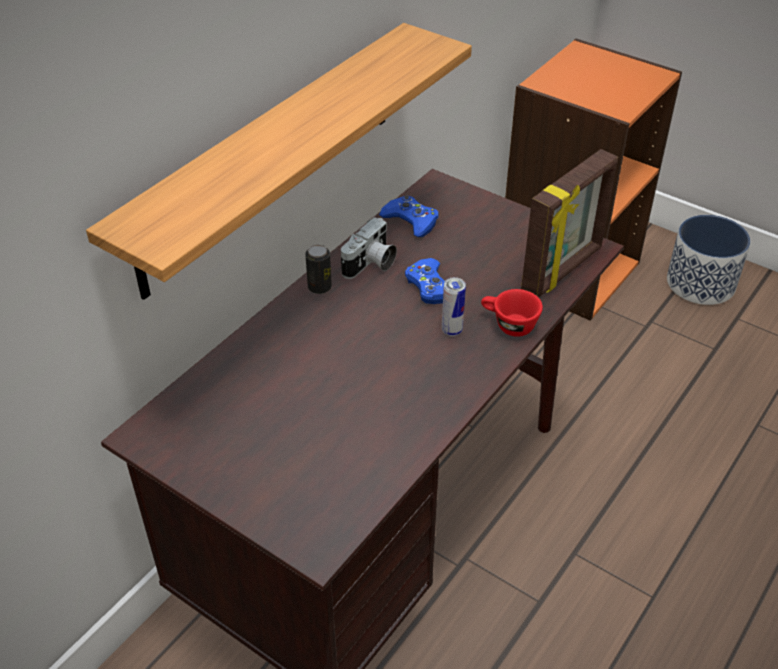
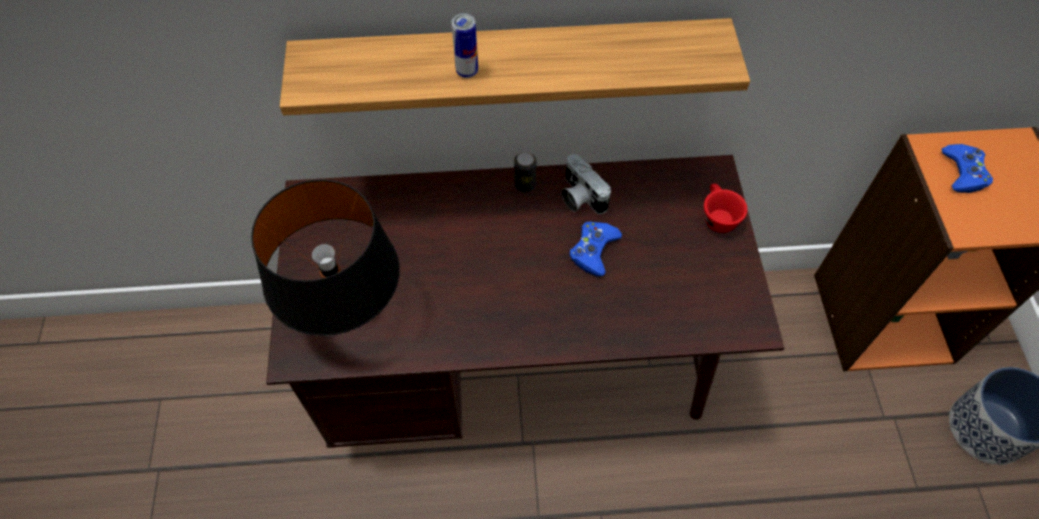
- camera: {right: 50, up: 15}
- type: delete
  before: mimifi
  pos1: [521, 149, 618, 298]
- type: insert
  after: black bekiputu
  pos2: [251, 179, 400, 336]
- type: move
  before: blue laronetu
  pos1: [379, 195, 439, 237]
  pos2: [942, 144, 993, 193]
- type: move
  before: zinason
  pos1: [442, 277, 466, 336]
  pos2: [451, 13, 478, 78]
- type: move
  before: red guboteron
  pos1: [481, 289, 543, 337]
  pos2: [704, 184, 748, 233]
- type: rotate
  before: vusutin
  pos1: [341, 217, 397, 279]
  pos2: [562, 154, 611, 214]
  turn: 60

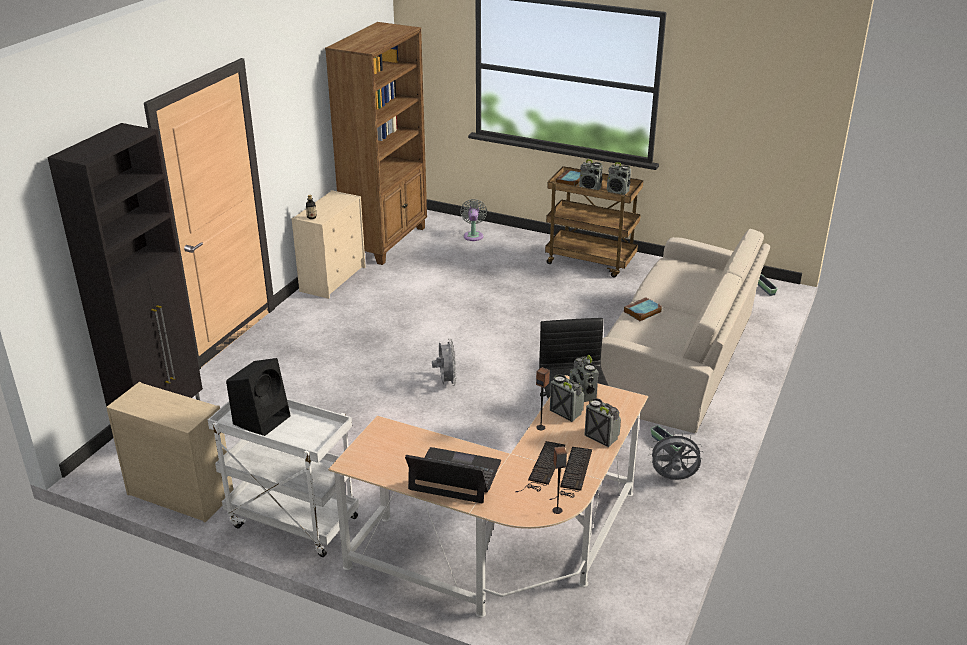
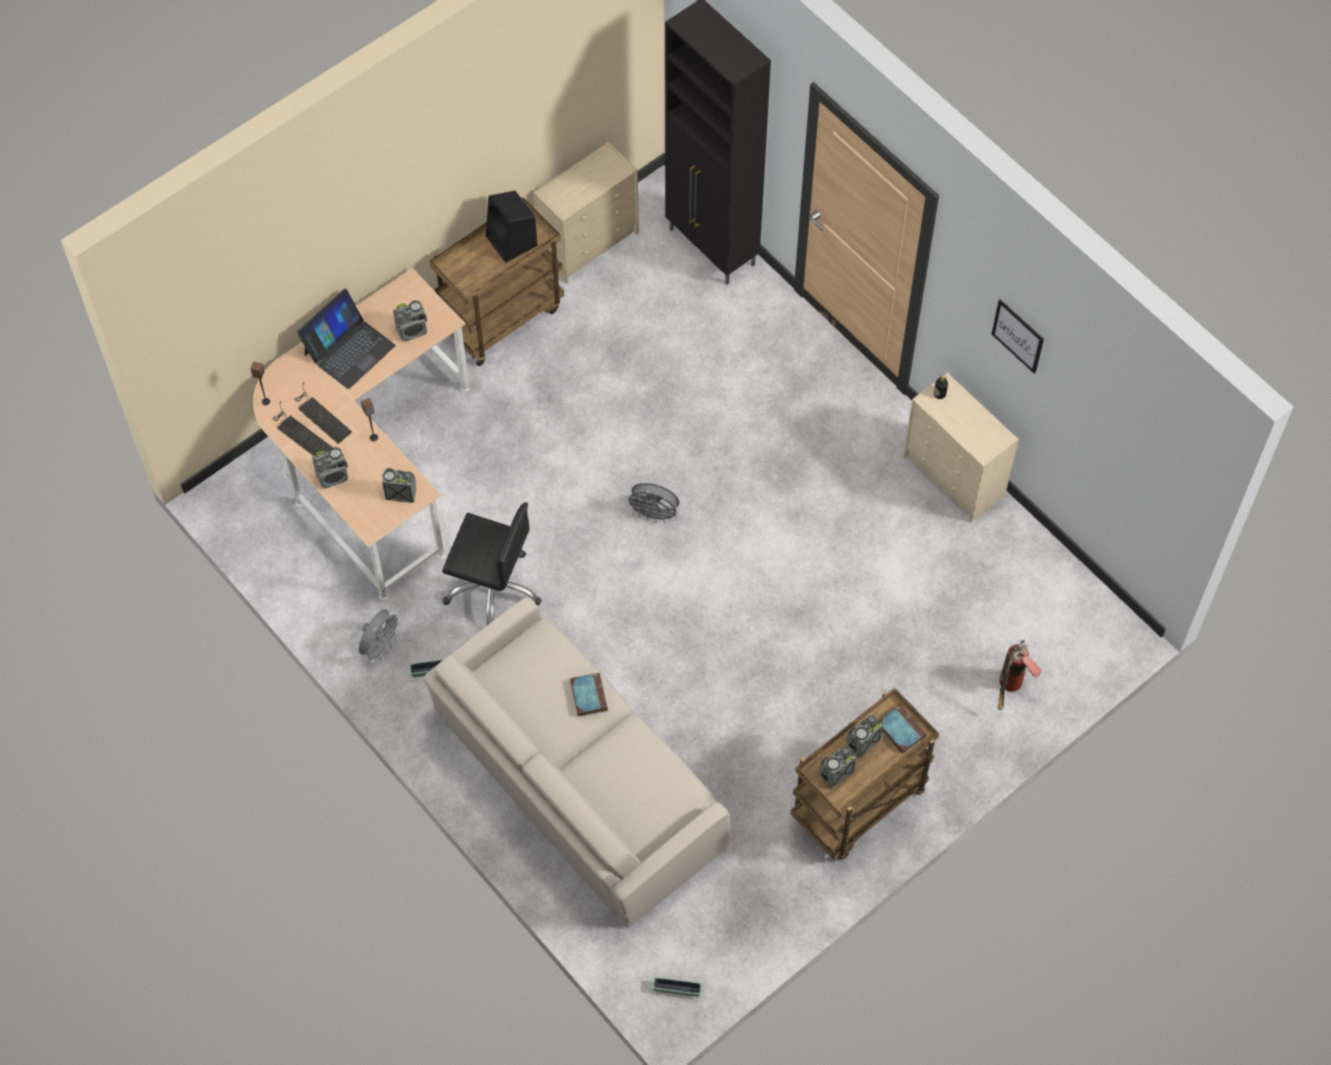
- camera: {right: 115, up: 30}
- type: delete
  before: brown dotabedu
  pos1: [325, 22, 427, 265]
- type: insert
  after: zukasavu
  pos2: [992, 299, 1044, 374]
- type: move
  before: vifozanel
  pos1: [550, 374, 584, 422]
  pos2: [393, 301, 427, 341]
- type: replace
  before: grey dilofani
  after: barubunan
  pos1: [460, 199, 487, 241]
  pos2: [998, 640, 1041, 710]
- type: recolor
  before: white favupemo
  after: brown favupemo
  pos1: [208, 399, 359, 557]
  pos2: [429, 198, 564, 366]

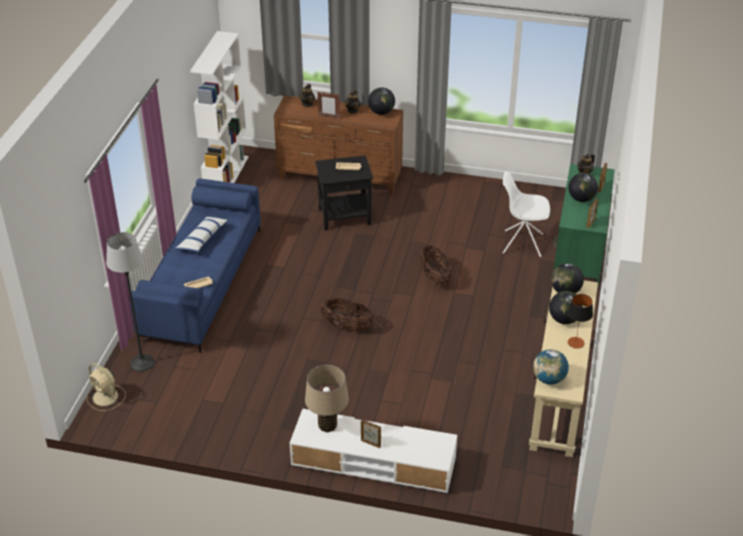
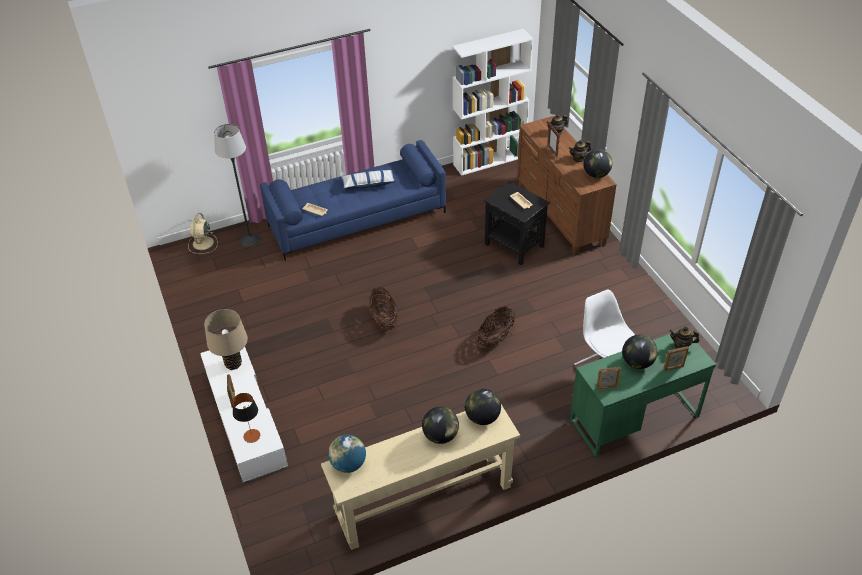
- camera: {right: 55, up: 5}
- type: move
  before: bekiputu
  pos1: [568, 294, 593, 349]
  pos2: [232, 393, 260, 443]

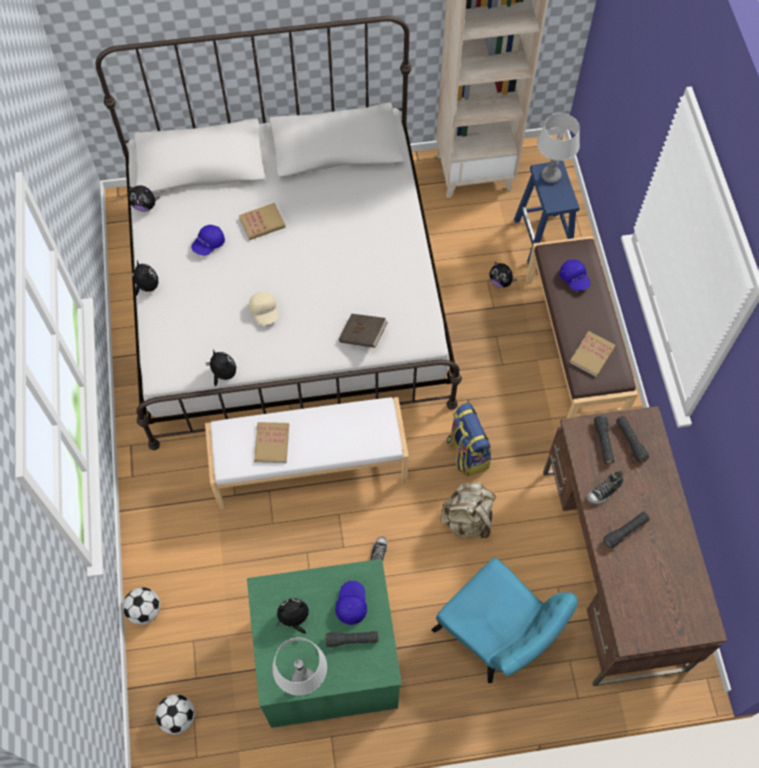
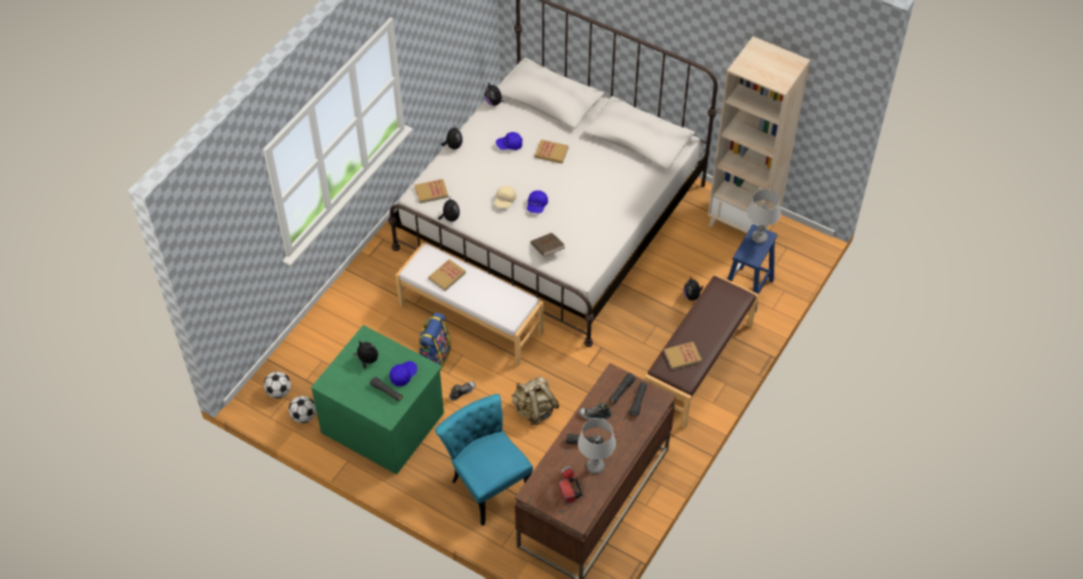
- camera: {right: 40, up: -10}
- type: insert
  after: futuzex
  pos2: [415, 179, 448, 203]
- type: insert
  after: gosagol
  pos2: [559, 466, 583, 503]
- type: move
  before: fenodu
  pos1: [123, 587, 160, 625]
  pos2: [289, 396, 316, 423]
- type: move
  before: grey bekiputu
  pos1: [272, 637, 327, 695]
  pos2: [578, 418, 616, 474]
- type: move
  before: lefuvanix
  pos1: [446, 403, 491, 477]
  pos2: [418, 313, 451, 371]
- type: move
  before: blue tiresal
  pos1: [559, 260, 590, 291]
  pos2: [527, 190, 548, 213]
- type: rotate
  before: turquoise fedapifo
  pos1: [432, 557, 578, 683]
  pos2: [435, 394, 533, 526]
  turn: 150

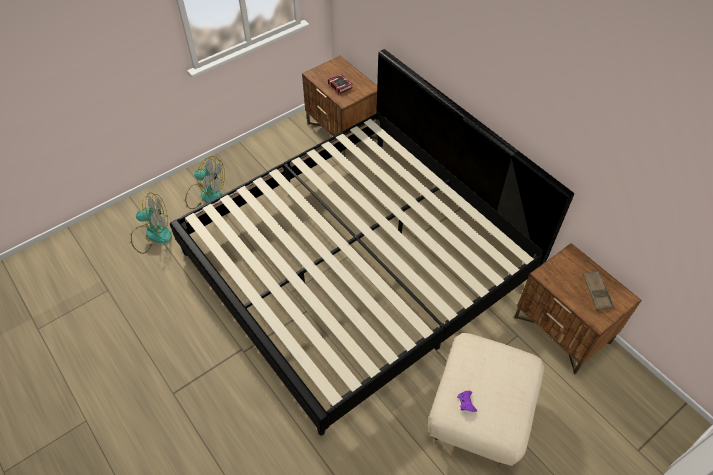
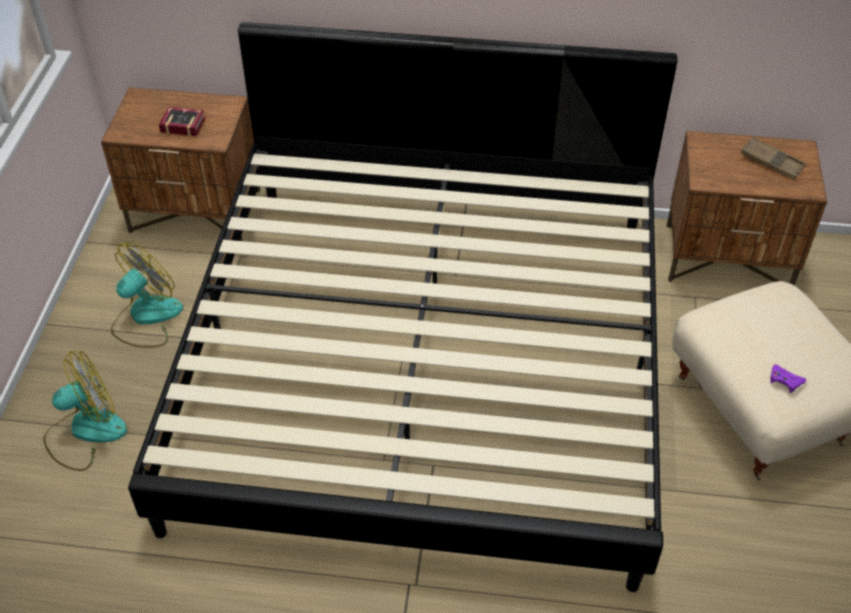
- camera: {right: -45, up: -5}
- type: move
  before: dilofani
  pos1: [131, 193, 172, 254]
  pos2: [111, 242, 183, 348]

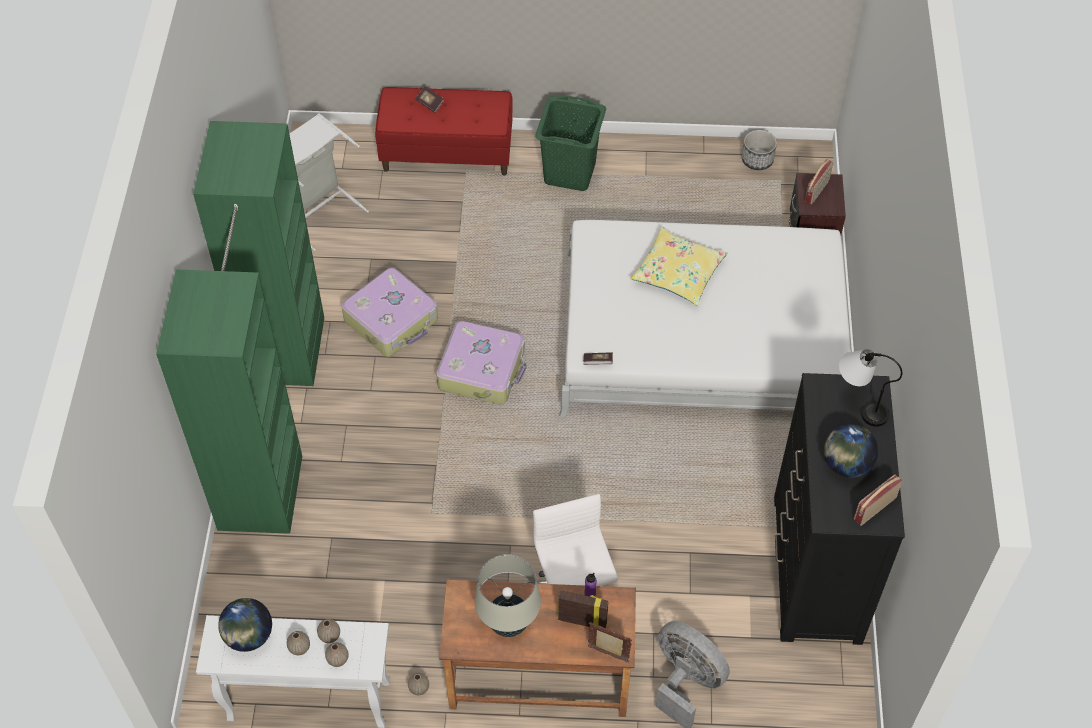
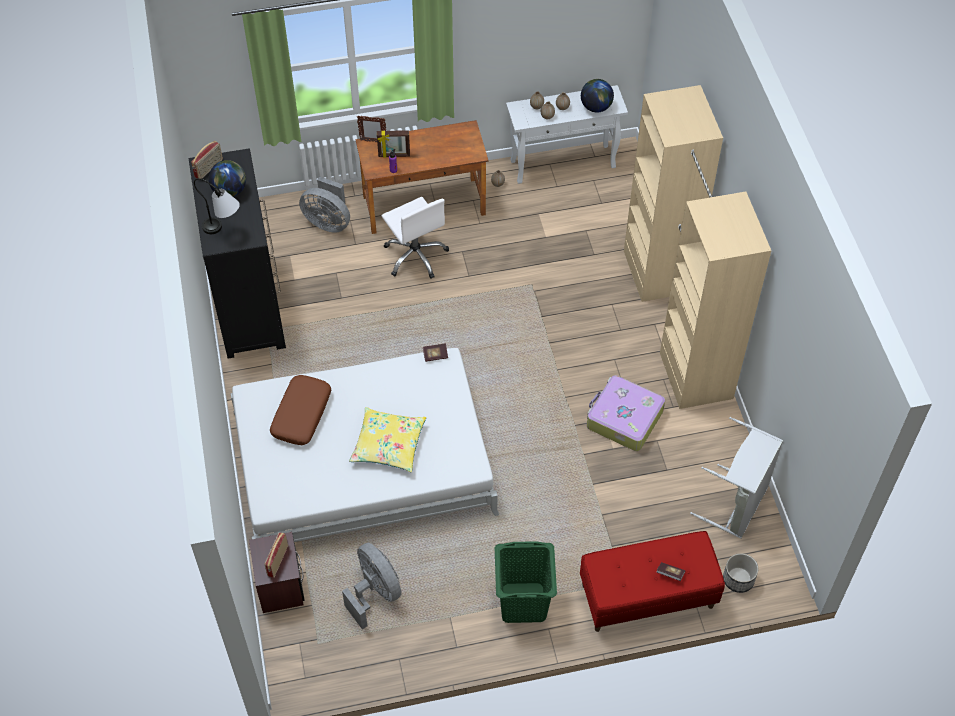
- camera: {right: 165, up: 0}
- type: delete
  before: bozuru
  pos1: [436, 321, 527, 405]
- type: delete
  before: beige bekiputu
  pos1: [475, 554, 541, 637]
- type: insert
  after: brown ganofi
  pos2: [270, 375, 331, 445]
- type: insert
  after: grey dilofani
  pos2: [342, 543, 402, 629]
- type: move
  before: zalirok
  pos1: [742, 130, 777, 170]
  pos2: [723, 553, 758, 593]
- type: recolor
  before: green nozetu
  after: beige nozetu
  pos1: [156, 121, 324, 534]
  pos2: [624, 85, 771, 409]

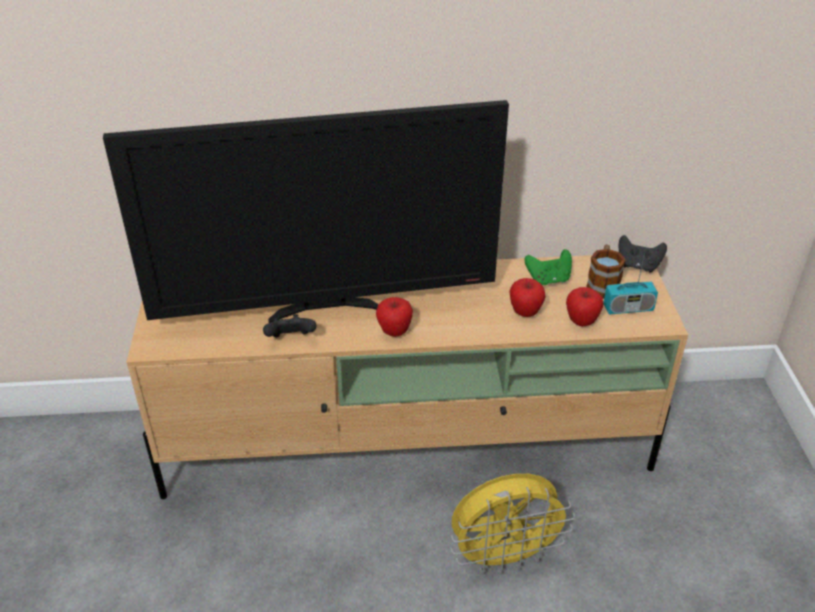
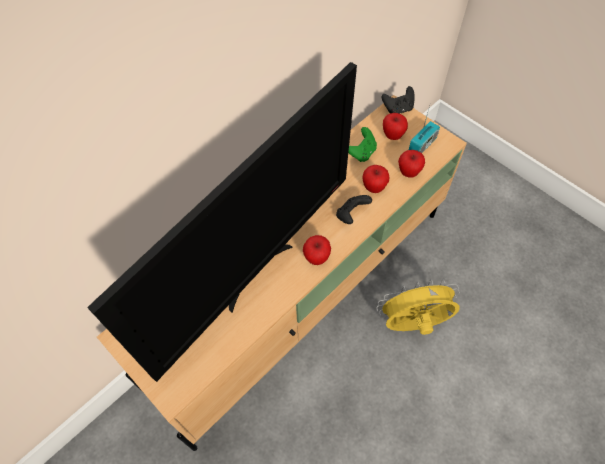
- camera: {right: -40, up: 20}
- type: move
  before: black laronetu
  pos1: [263, 314, 316, 337]
  pos2: [336, 195, 372, 224]
- type: replace
  before: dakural
  after: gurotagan
  pos1: [586, 245, 626, 299]
  pos2: [383, 113, 408, 140]
- type: rotate
  before: yellow dilofani
  pos1: [450, 474, 575, 574]
  pos2: [376, 279, 460, 335]
  turn: -135

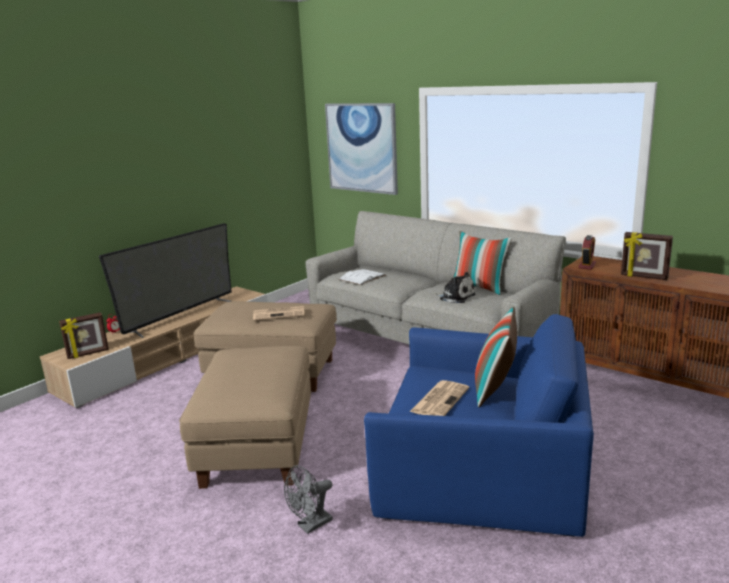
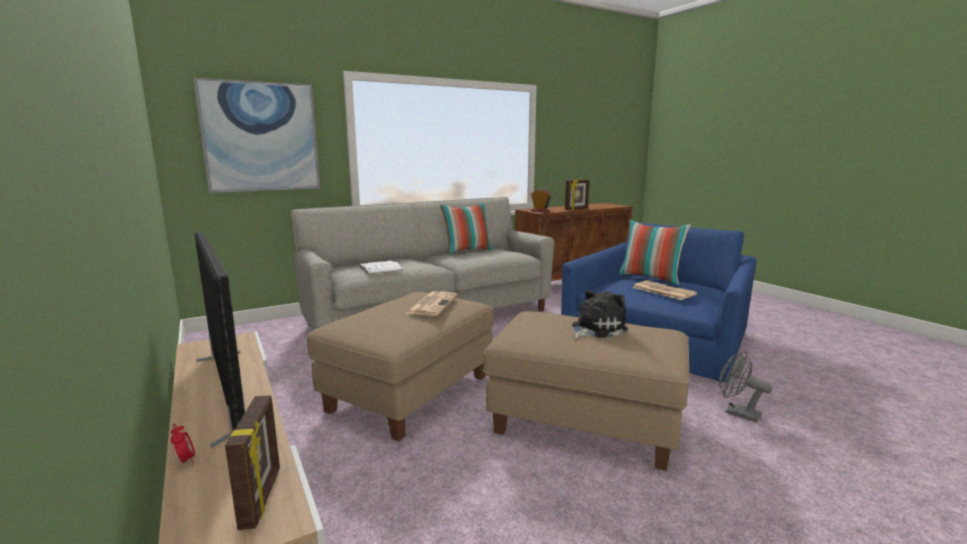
- camera: {right: -70, up: -5}
- type: move
  before: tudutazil
  pos1: [433, 272, 476, 303]
  pos2: [572, 290, 628, 338]
- type: rotate
  before: grey dilofani
  pos1: [284, 465, 333, 534]
  pos2: [719, 352, 773, 422]
  turn: 150

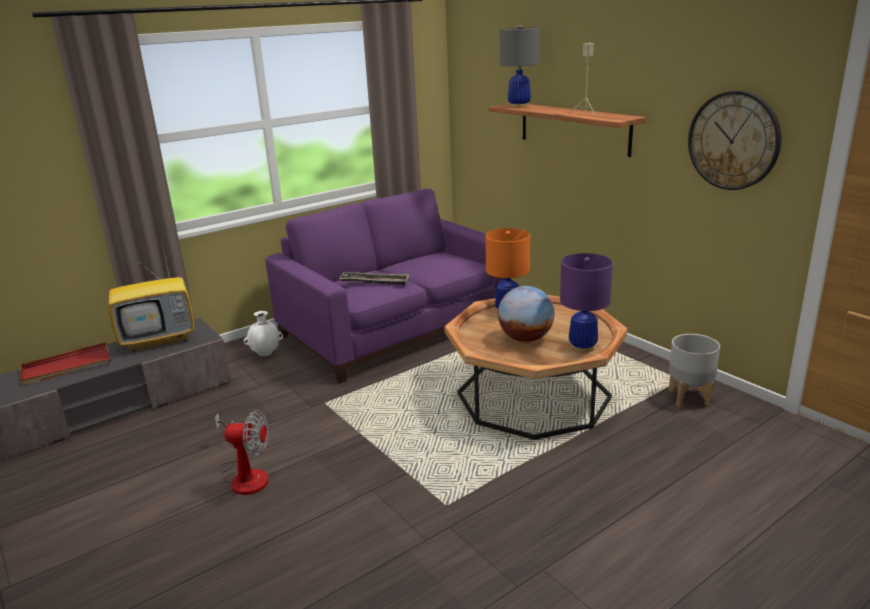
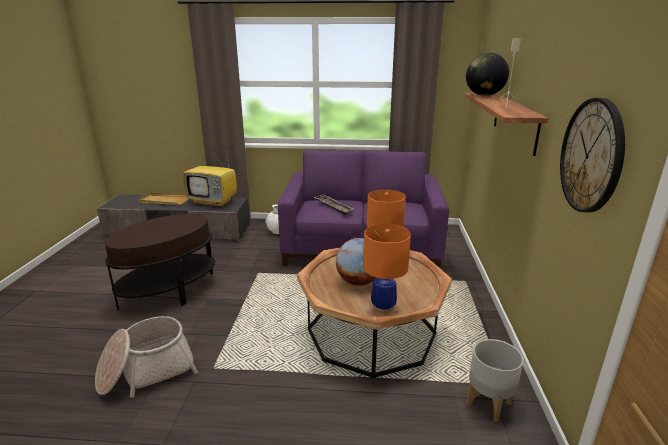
- camera: {right: 40, up: 0}
- type: insert
  after: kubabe
  pos2: [95, 316, 198, 398]
- type: replace
  before: dilofani
  after: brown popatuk
  pos1: [215, 410, 269, 495]
  pos2: [104, 214, 215, 310]
- type: replace
  before: grey bekiputu
  after: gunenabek
  pos1: [500, 25, 540, 108]
  pos2: [466, 53, 509, 96]
- type: recolor
  before: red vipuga
  after: beige vipuga
  pos1: [20, 342, 111, 385]
  pos2: [138, 193, 188, 205]
- type: recolor
  before: purple bekiputu
  after: orange bekiputu
  pos1: [560, 253, 613, 353]
  pos2: [363, 224, 411, 313]

